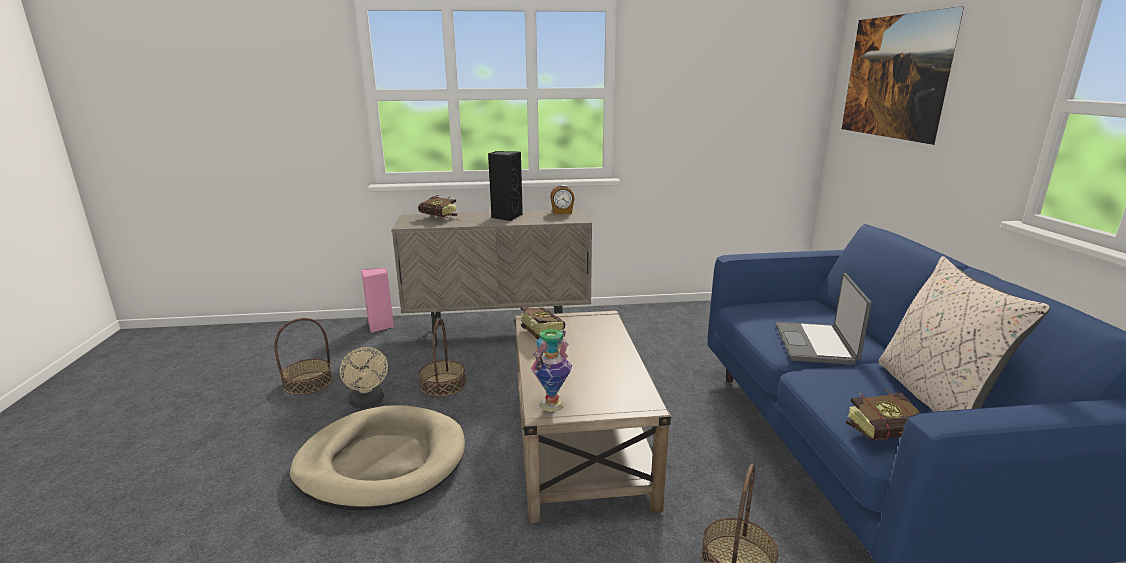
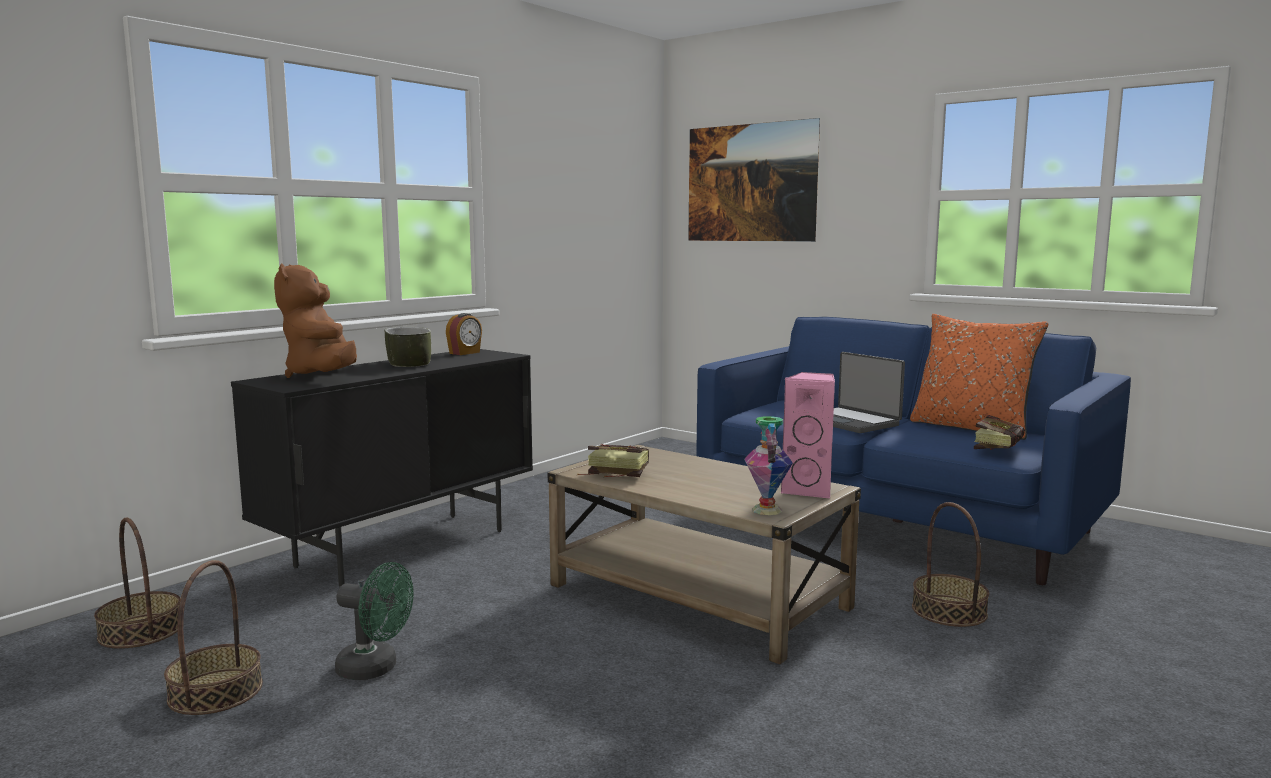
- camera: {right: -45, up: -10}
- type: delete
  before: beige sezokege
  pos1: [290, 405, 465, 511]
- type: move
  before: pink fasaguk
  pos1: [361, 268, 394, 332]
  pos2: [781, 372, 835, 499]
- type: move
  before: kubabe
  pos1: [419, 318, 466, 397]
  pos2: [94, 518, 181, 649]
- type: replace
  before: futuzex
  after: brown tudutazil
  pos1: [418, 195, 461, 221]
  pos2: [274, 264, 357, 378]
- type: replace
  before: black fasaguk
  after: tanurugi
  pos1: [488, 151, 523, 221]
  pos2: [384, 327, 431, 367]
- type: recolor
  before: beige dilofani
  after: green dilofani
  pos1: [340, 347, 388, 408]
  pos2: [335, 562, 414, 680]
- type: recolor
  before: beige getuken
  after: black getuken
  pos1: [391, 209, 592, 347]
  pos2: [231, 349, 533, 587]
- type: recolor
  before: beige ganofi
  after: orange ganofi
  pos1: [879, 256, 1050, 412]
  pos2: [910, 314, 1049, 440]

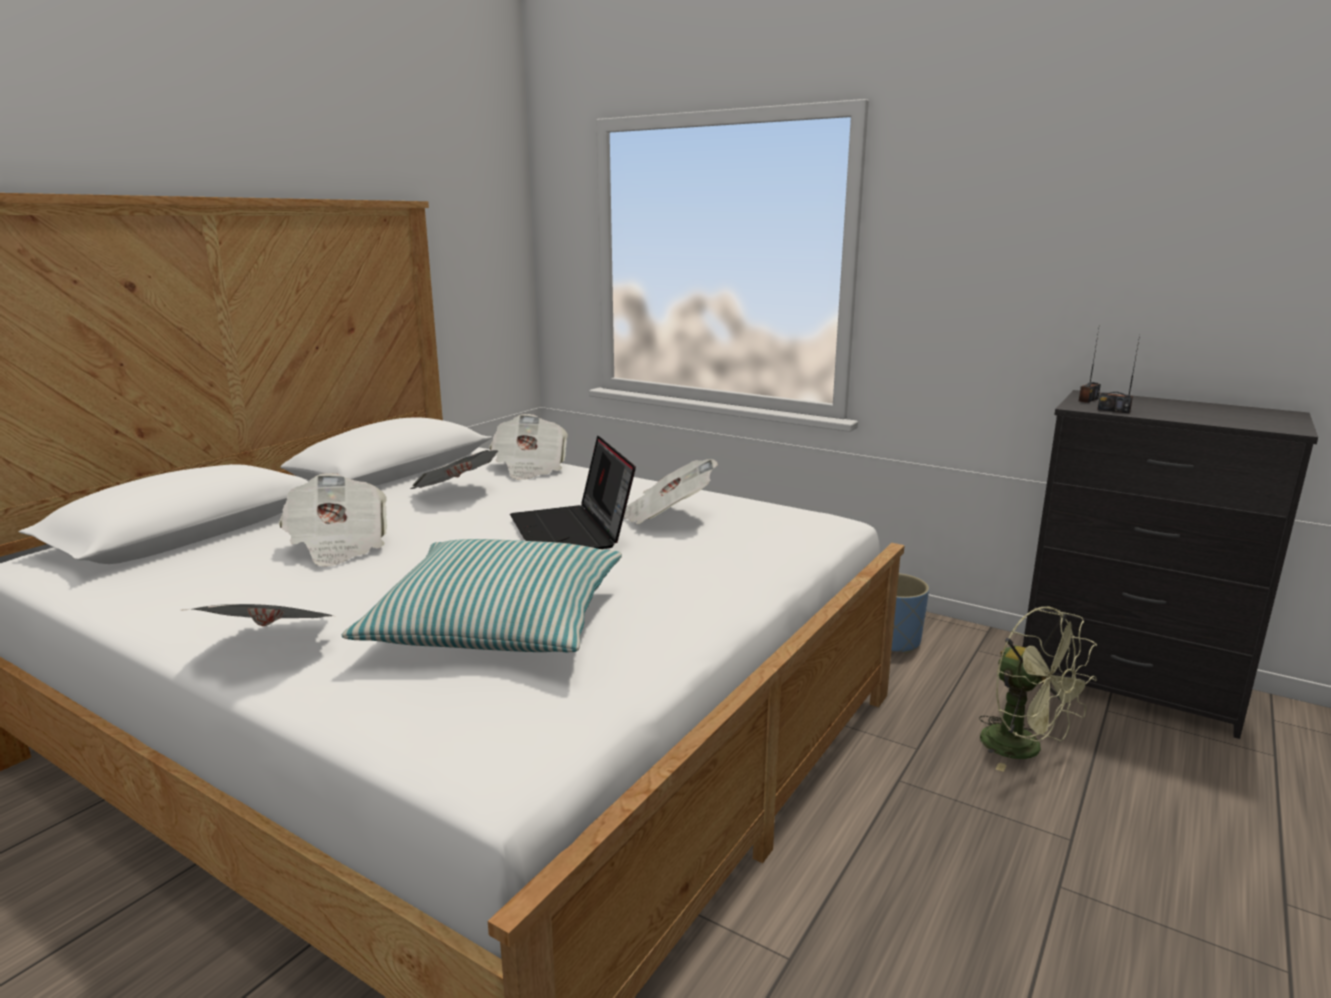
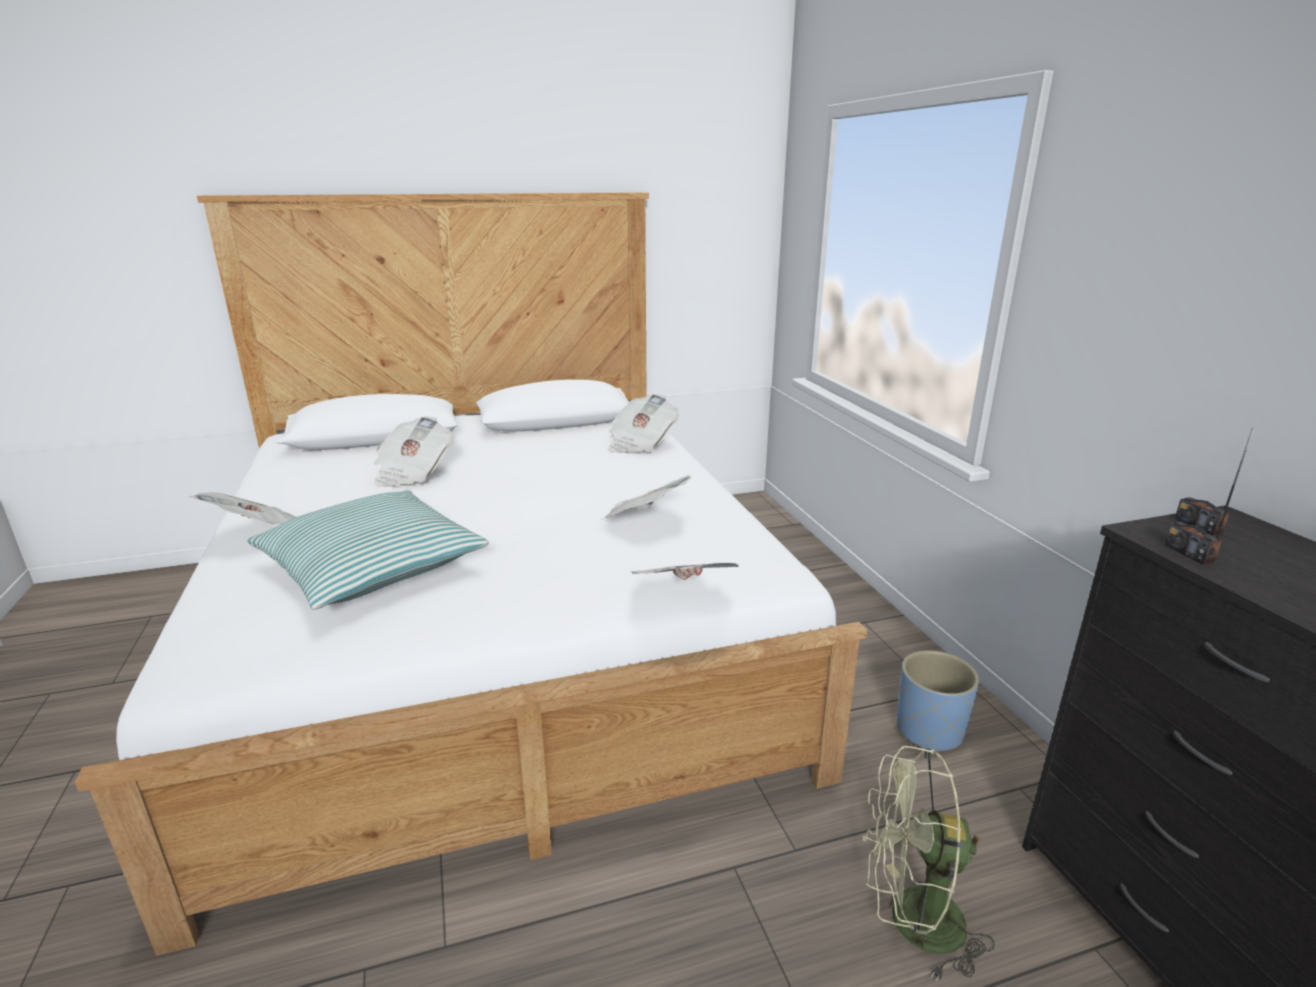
- camera: {right: 40, up: 5}
- type: delete
  before: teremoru
  pos1: [510, 436, 636, 549]
- type: move
  before: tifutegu
  pos1: [410, 450, 498, 489]
  pos2: [631, 563, 738, 580]
- type: rotate
  before: green dilofani
  pos1: [979, 607, 1097, 772]
  pos2: [863, 746, 995, 981]
  turn: 90
- type: rotate
  before: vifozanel
  pos1: [1079, 329, 1101, 403]
  pos2: [1175, 427, 1253, 536]
  turn: 75

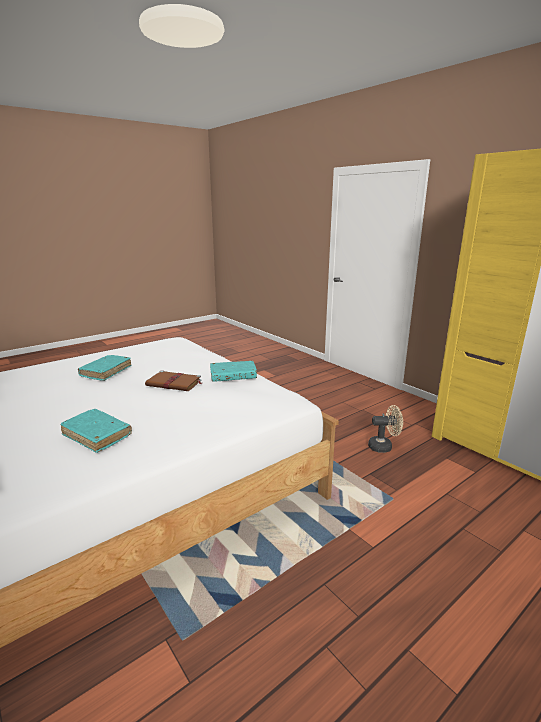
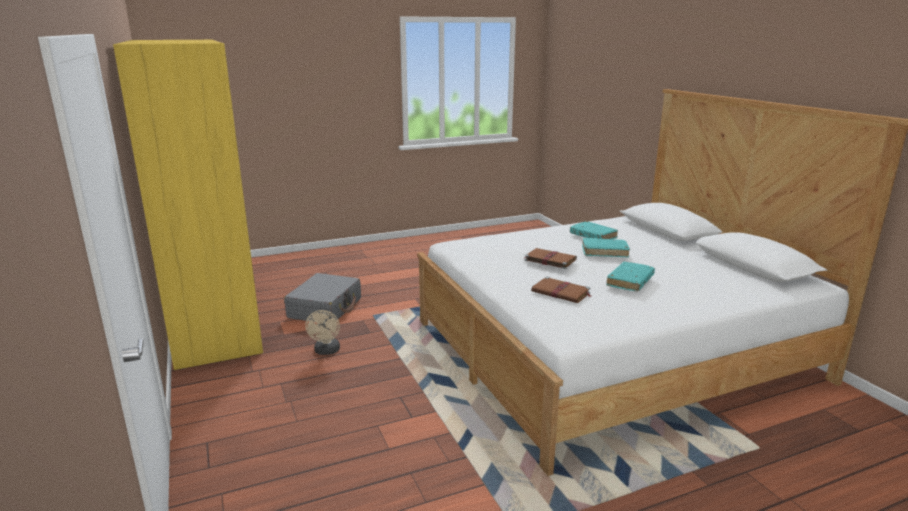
- camera: {right: -165, up: 0}
- type: insert
  after: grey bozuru
  pos2: [284, 273, 361, 321]
- type: insert
  after: brown futuzex
  pos2: [531, 277, 591, 303]
- type: move
  before: turquoise futuzex
  pos1: [210, 361, 257, 382]
  pos2: [582, 238, 630, 258]
- type: rotate
  before: beige dilofani
  pos1: [368, 405, 403, 453]
  pos2: [305, 310, 340, 355]
  turn: -105

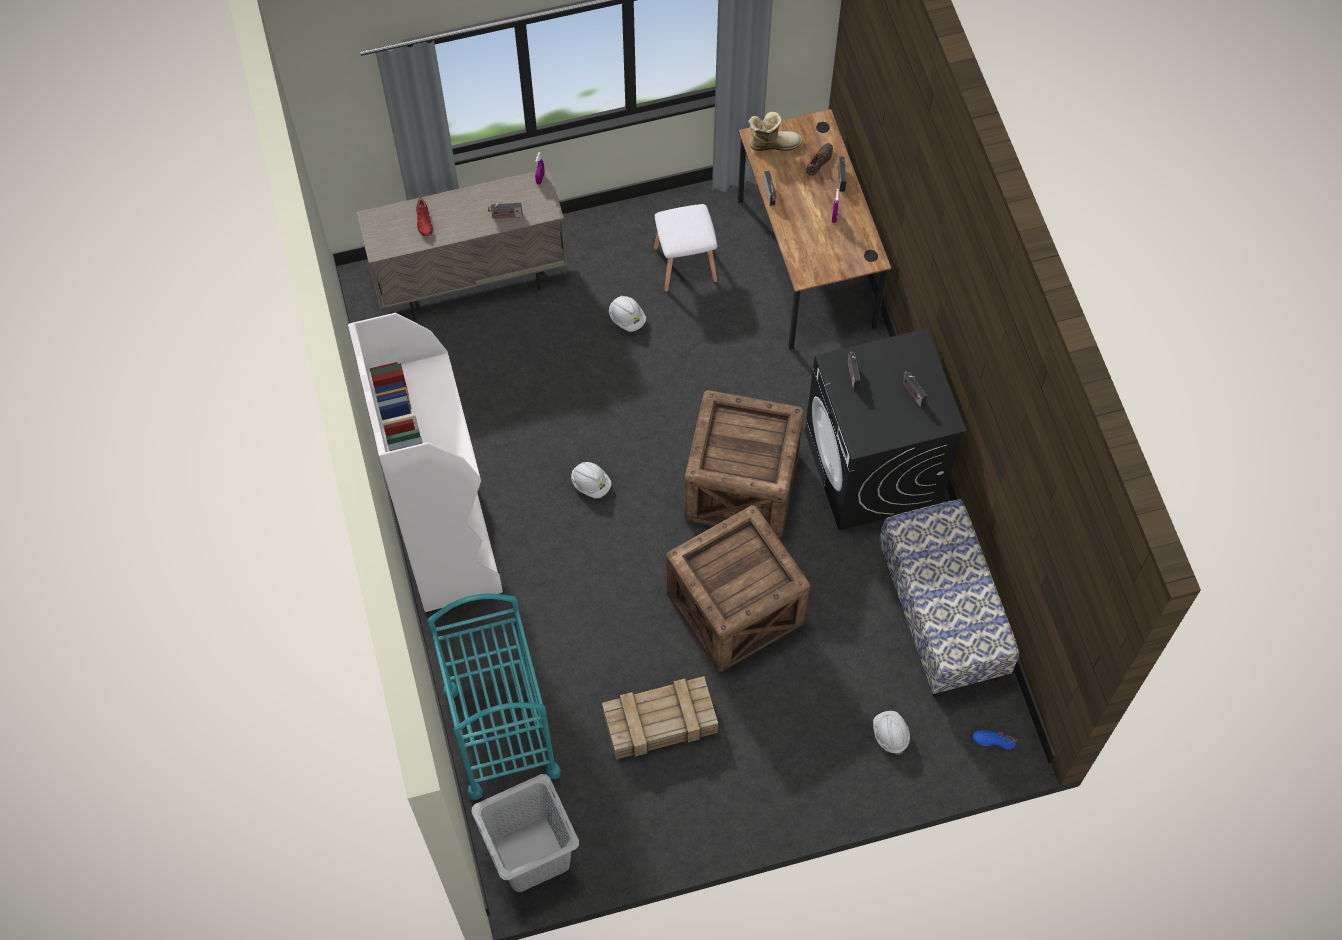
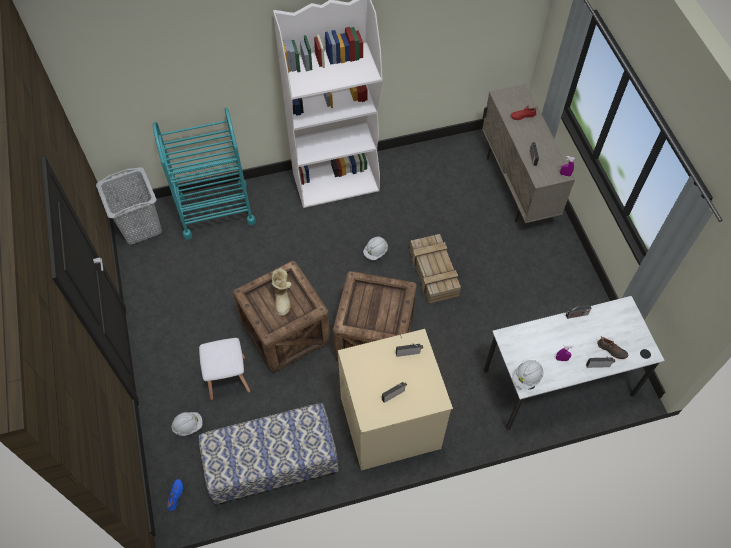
- camera: {right: 90, up: -5}
- type: move
  before: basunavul
  pos1: [602, 676, 718, 760]
  pos2: [410, 234, 461, 304]
- type: move
  before: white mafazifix
  pos1: [609, 296, 646, 332]
  pos2: [512, 360, 543, 390]
- type: move
  before: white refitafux
  pos1: [654, 204, 718, 292]
  pos2: [199, 338, 250, 400]
- type: move
  before: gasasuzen
  pos1: [748, 112, 803, 151]
  pos2: [271, 268, 292, 316]
- type: recolor
  before: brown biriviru
  after: white biriviru
  pos1: [738, 109, 891, 350]
  pos2: [483, 296, 665, 431]
- type: recolor
  before: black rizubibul
  after: beige rizubibul
  pos1: [805, 328, 966, 530]
  pos2: [338, 329, 453, 470]

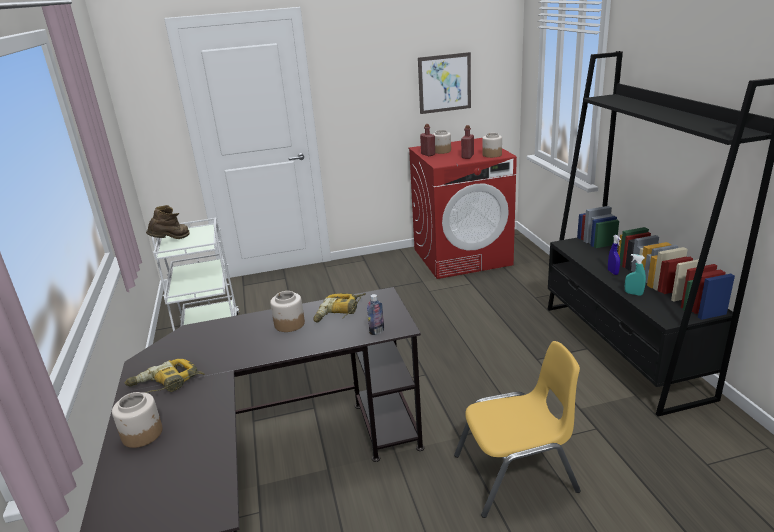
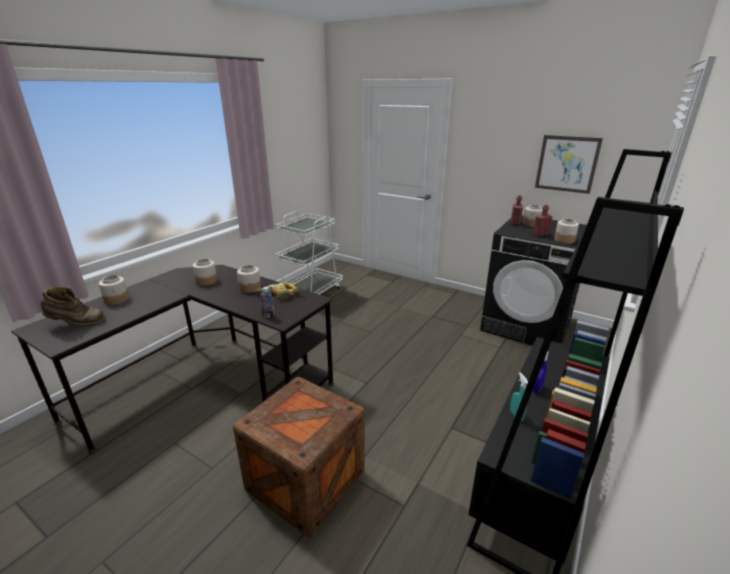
- camera: {right: 45, up: 0}
- type: delete
  before: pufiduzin
  pos1: [125, 359, 204, 393]
- type: insert
  after: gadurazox
  pos2: [193, 259, 217, 286]
- type: move
  before: brown gasasuzen
  pos1: [146, 205, 190, 239]
  pos2: [41, 286, 105, 326]
- type: replace
  before: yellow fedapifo
  after: basunavul
  pos1: [454, 341, 581, 518]
  pos2: [233, 377, 365, 537]
- type: recolor
  before: red rizubibul
  after: black rizubibul
  pos1: [409, 138, 517, 279]
  pos2: [480, 215, 587, 346]

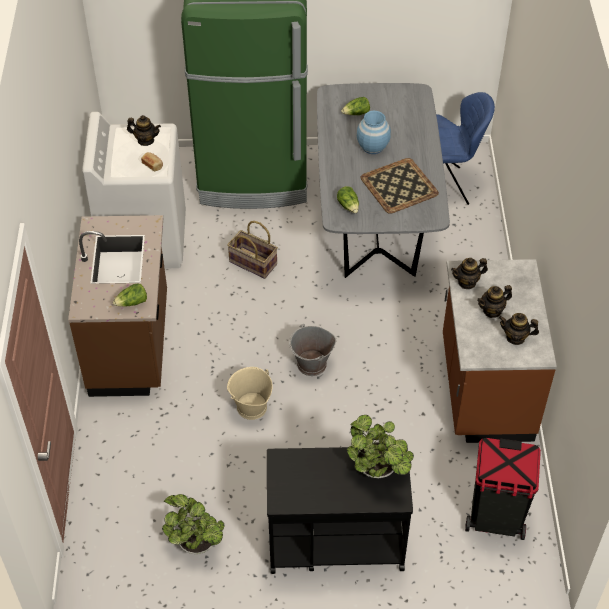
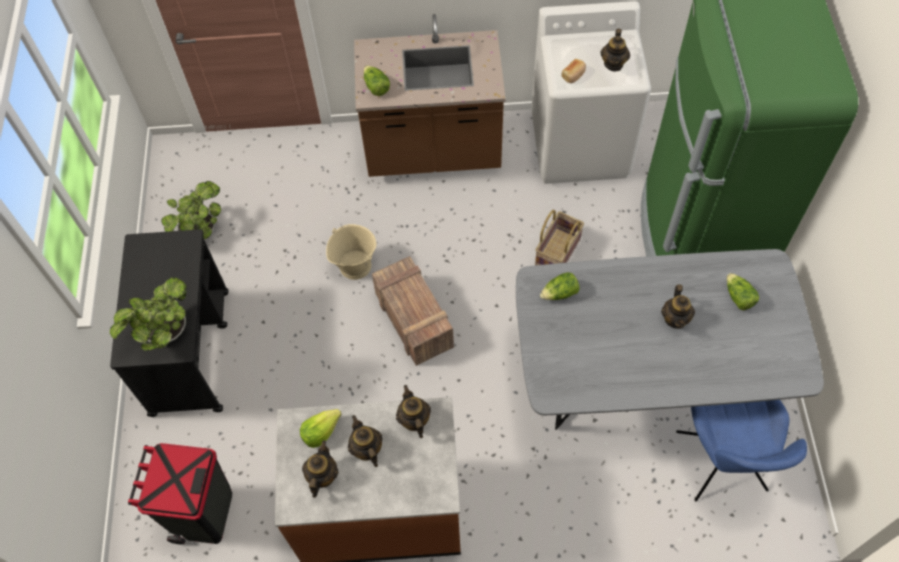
- camera: {right: 90, up: 10}
- type: delete
  before: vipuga
  pos1: [361, 158, 439, 214]
- type: insert
  after: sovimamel
  pos2: [300, 409, 342, 448]
- type: replace
  before: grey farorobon
  after: basunavul
  pos1: [289, 324, 336, 376]
  pos2: [372, 256, 454, 366]
- type: replace
  before: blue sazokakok
  after: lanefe
  pos1: [357, 111, 391, 154]
  pos2: [661, 284, 695, 329]

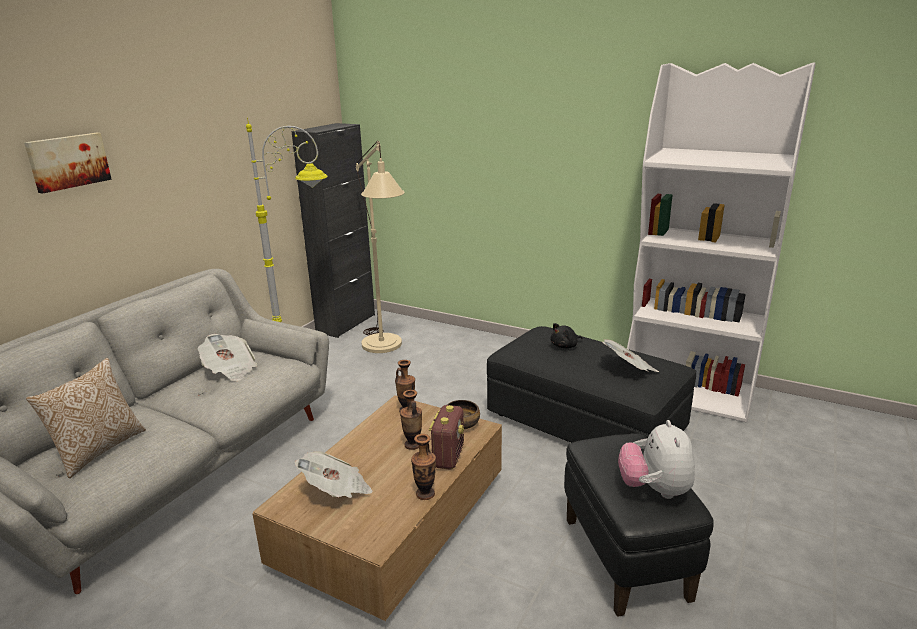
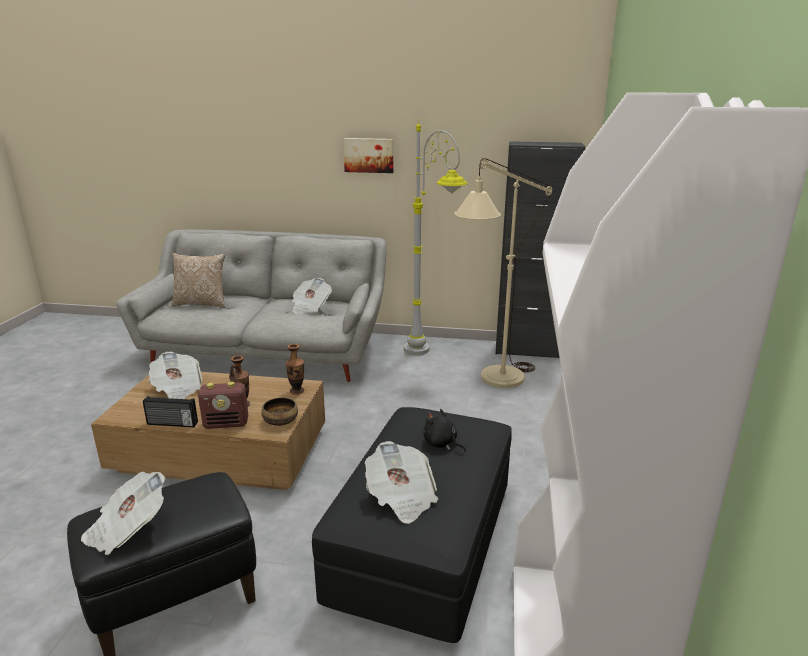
- camera: {right: 70, up: 0}
- type: move
  before: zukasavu
  pos1: [24, 133, 112, 194]
  pos2: [343, 138, 394, 173]
- type: replace
  before: sazokakok
  after: vifozanel
  pos1: [411, 434, 436, 500]
  pos2: [143, 396, 198, 427]
- type: replace
  before: tudutazil
  after: tifutegu
  pos1: [618, 420, 695, 499]
  pos2: [81, 471, 166, 555]

